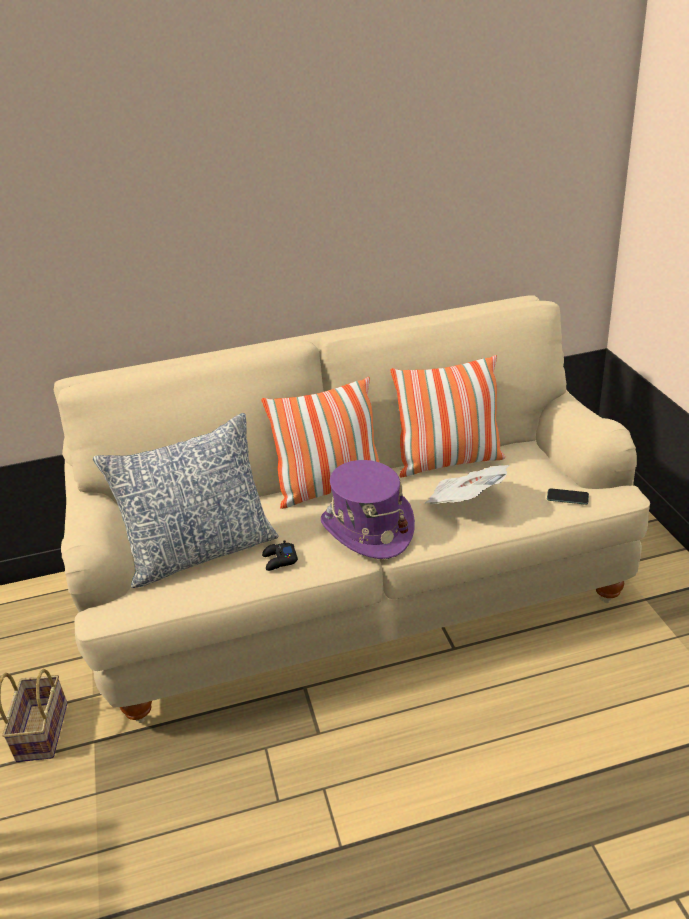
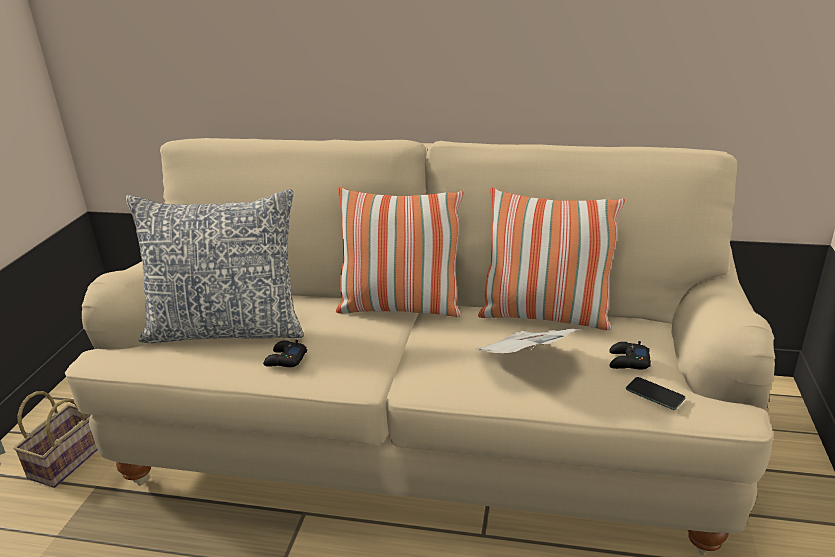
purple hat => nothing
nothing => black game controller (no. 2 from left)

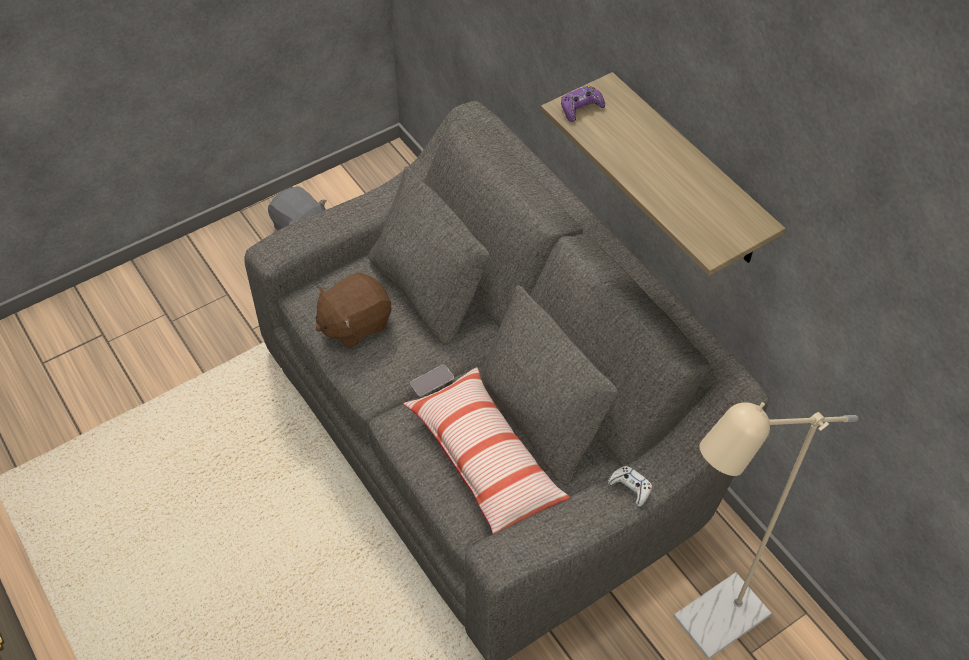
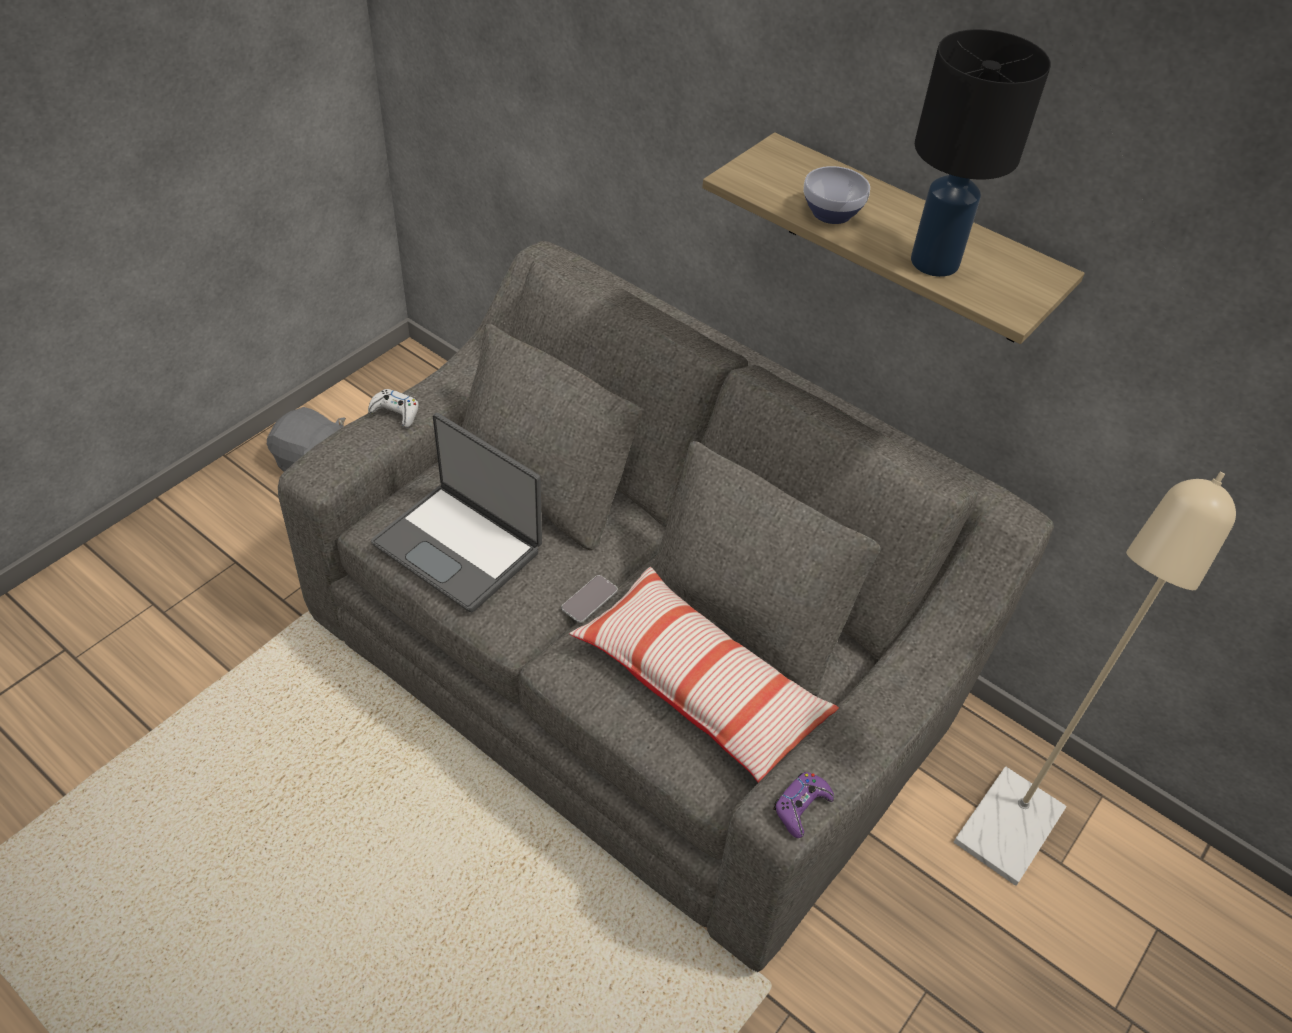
nothing => bowl
nothing => black table lamp
purple game controller, relocated
white game controller, relocated
brown plush toy => laptop

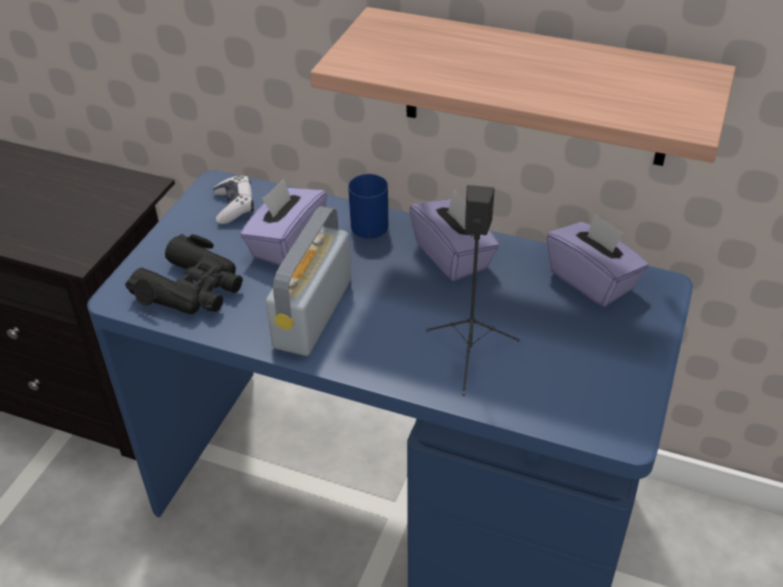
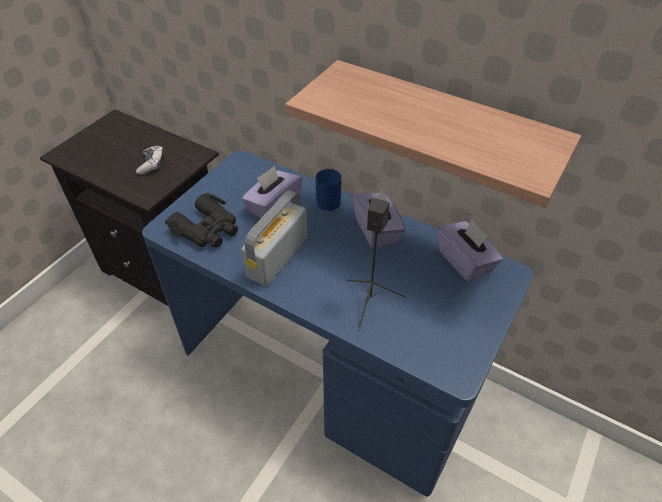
game controller, relocated

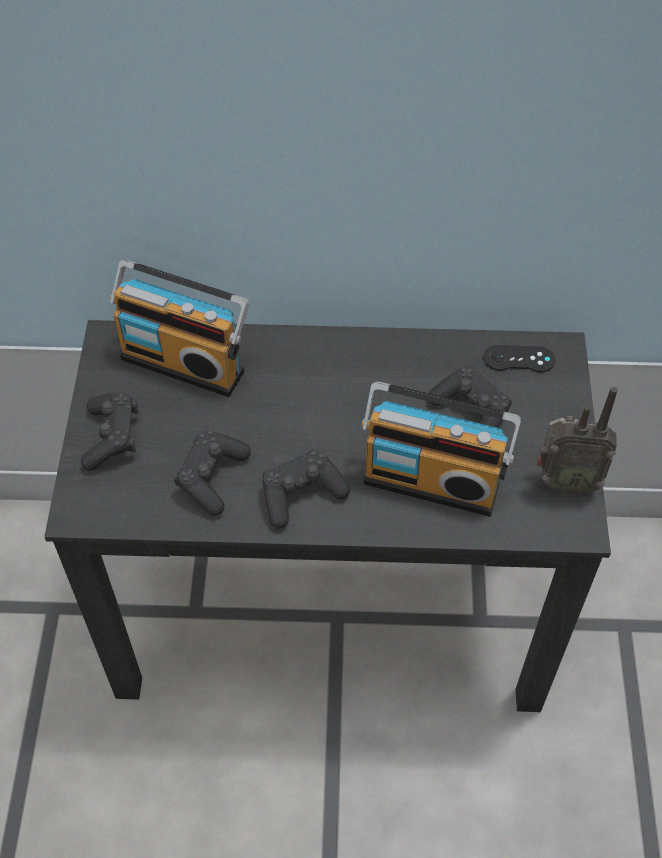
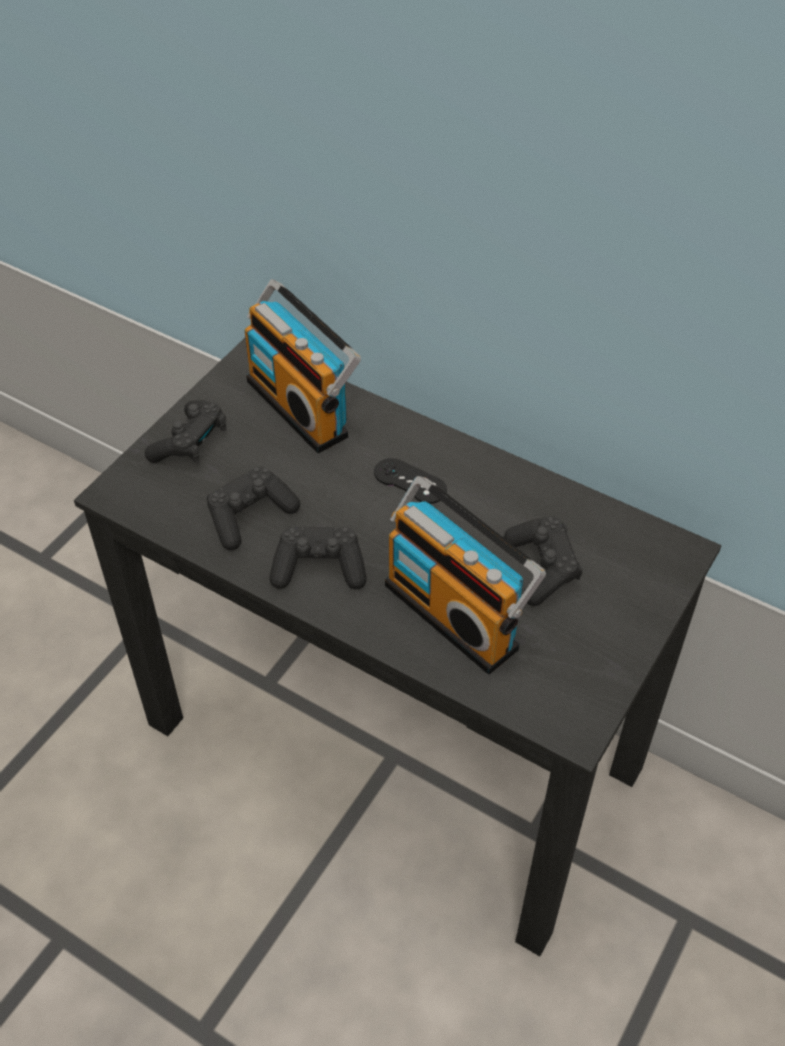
radio (no. 3 from left) => nothing
black game controller (no. 5 from left in the first image) => black game controller (no. 4 from left), relocated

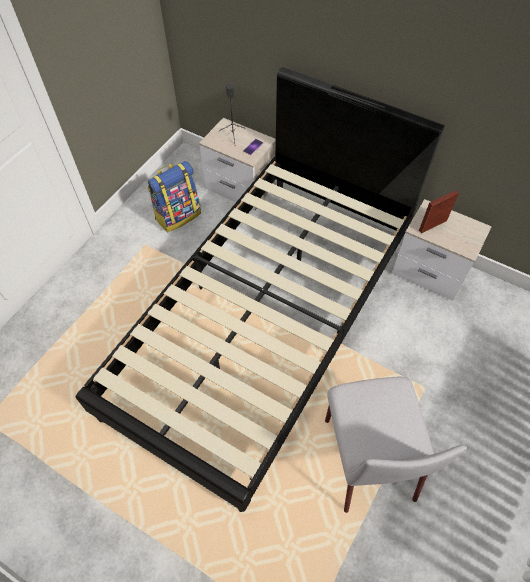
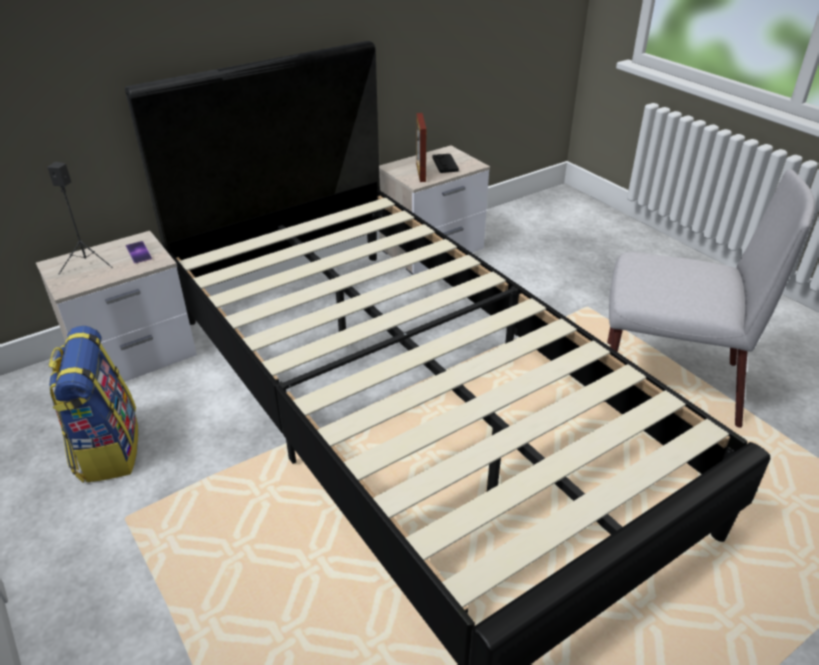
nothing => black game controller

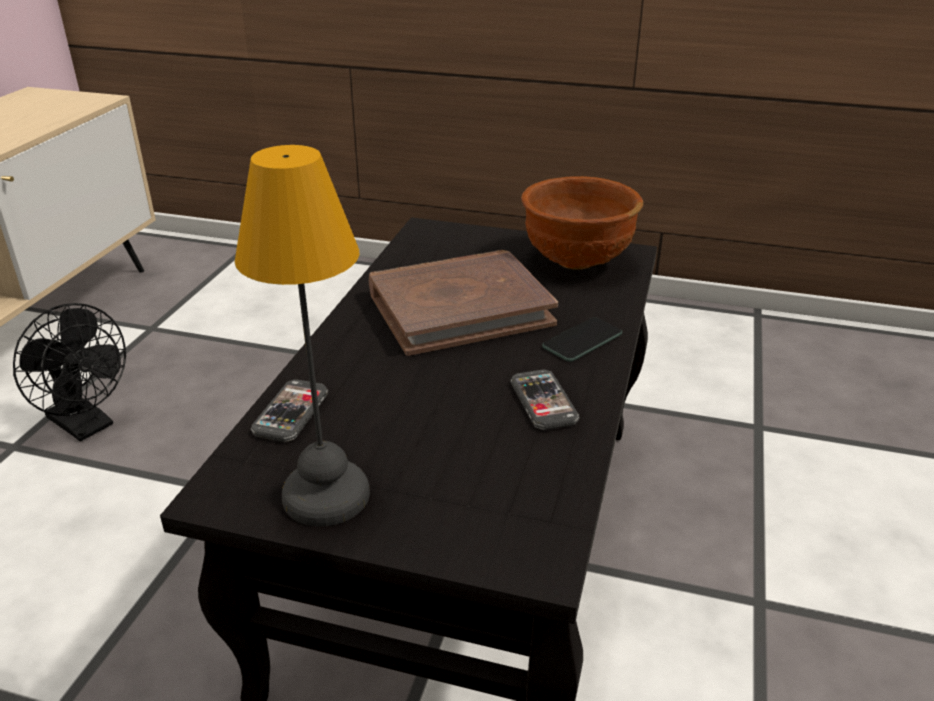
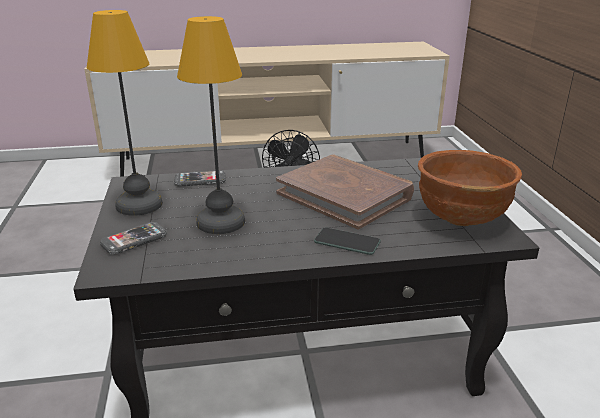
nothing => table lamp (no. 2 from left)
phone (no. 2 from left in the first image) => phone (no. 1 from left), relocated

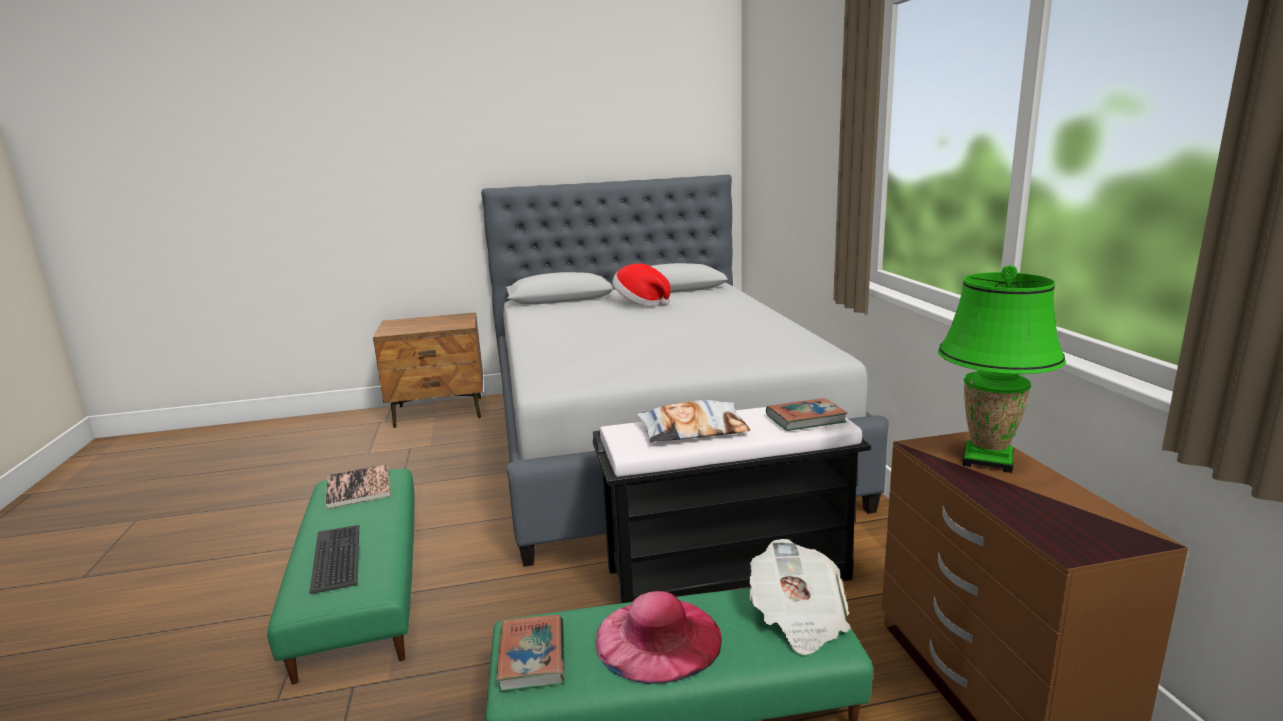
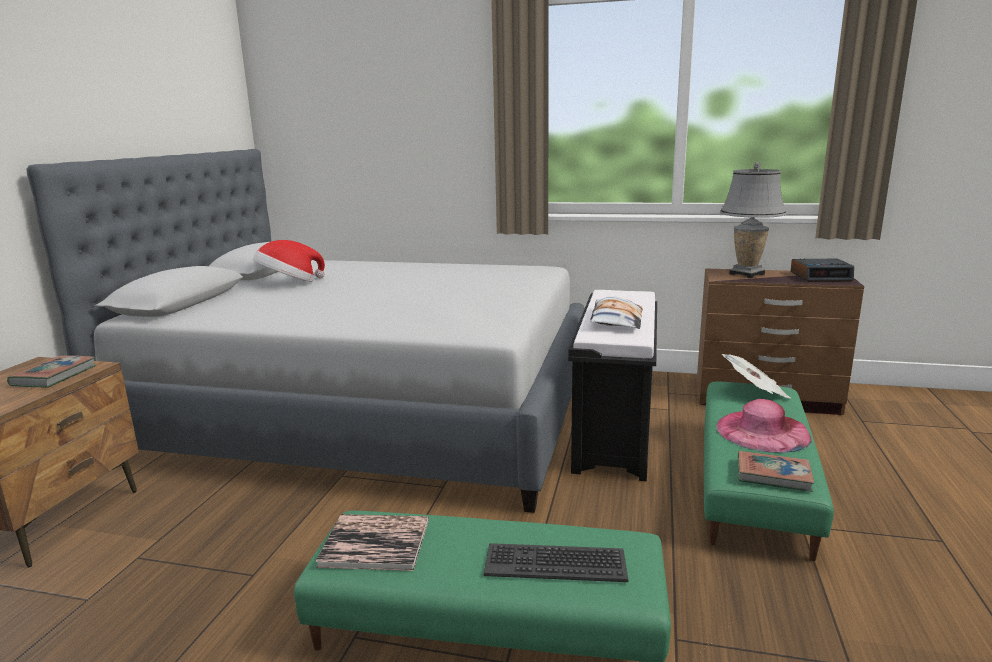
nothing => alarm clock
book (no. 3 from left in the first image) => book (no. 1 from left), relocated
green table lamp => grey table lamp

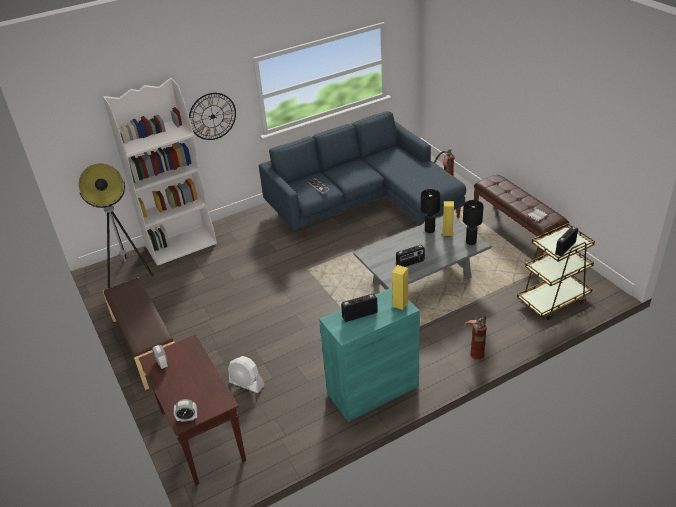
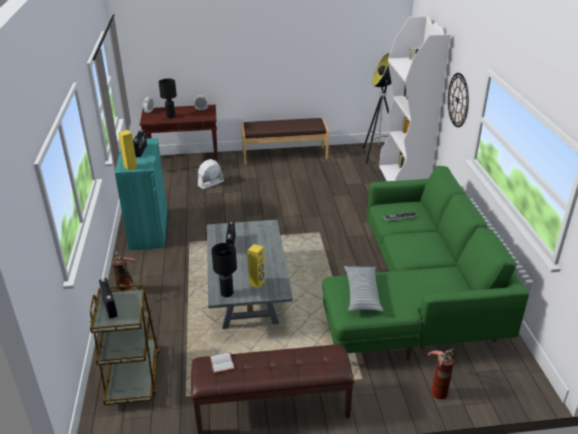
nothing => pillow
black table lamp (no. 1 from left), relocated
blue sofa => green sofa

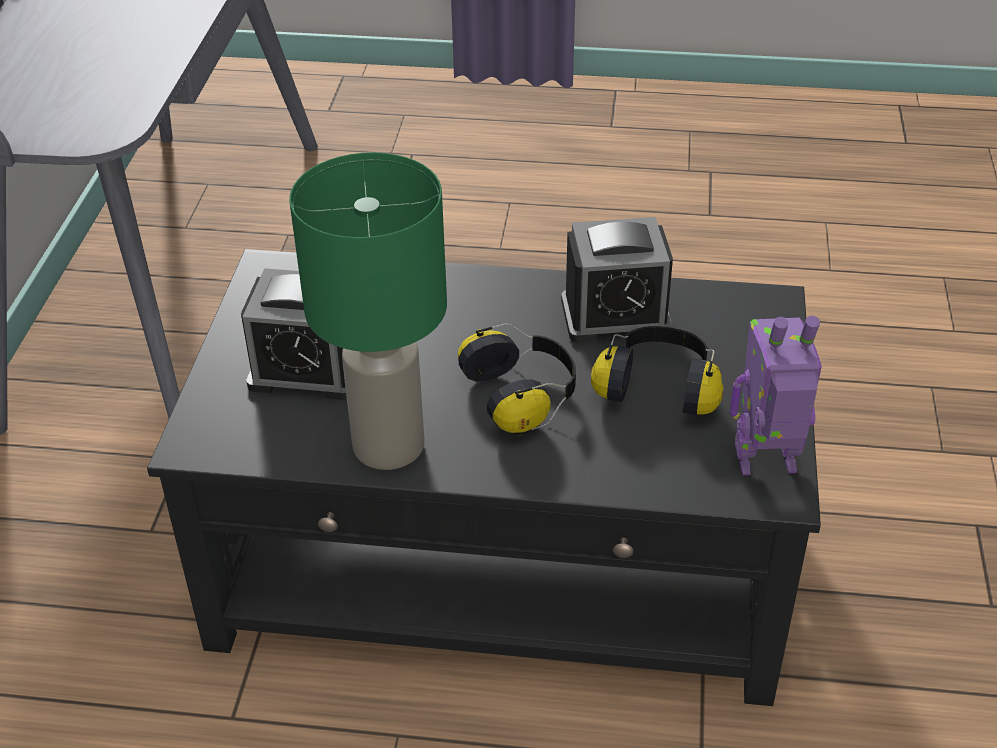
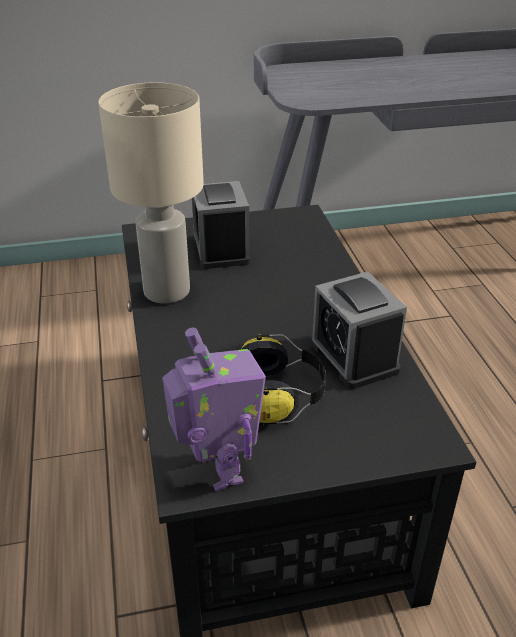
headphones (no. 1 from left) => nothing
green table lamp => beige table lamp

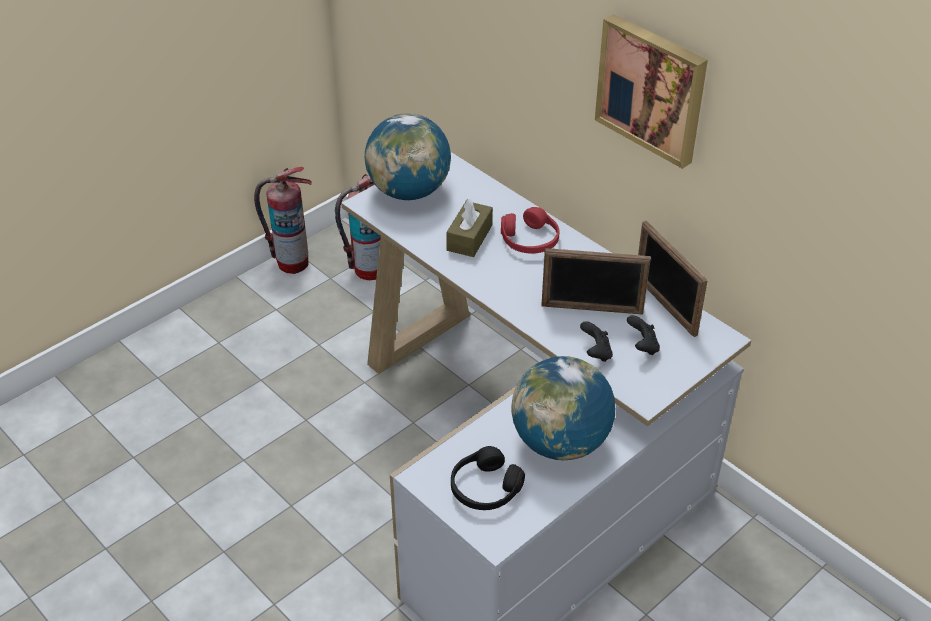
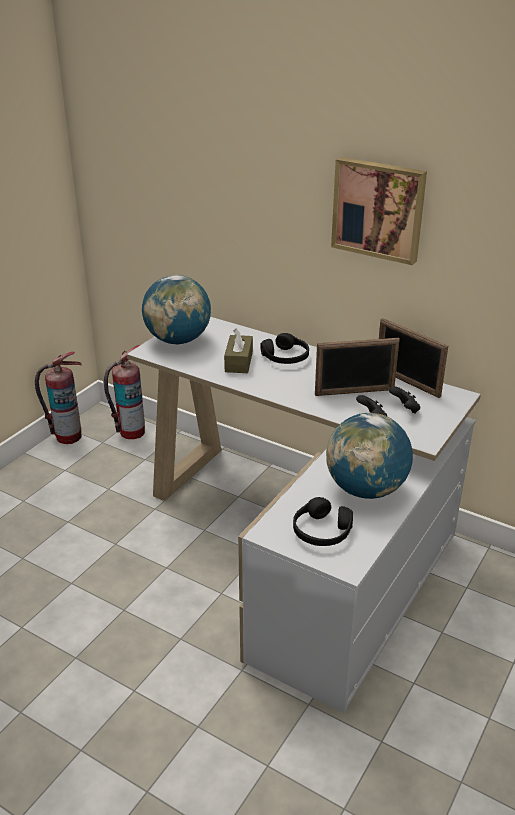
red headphones => black headphones (no. 1 from left)

